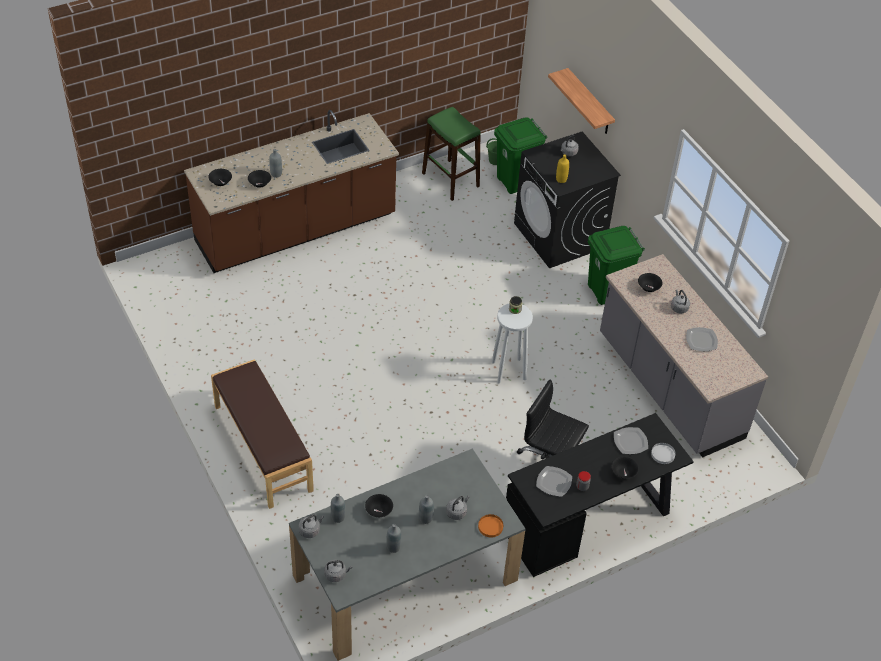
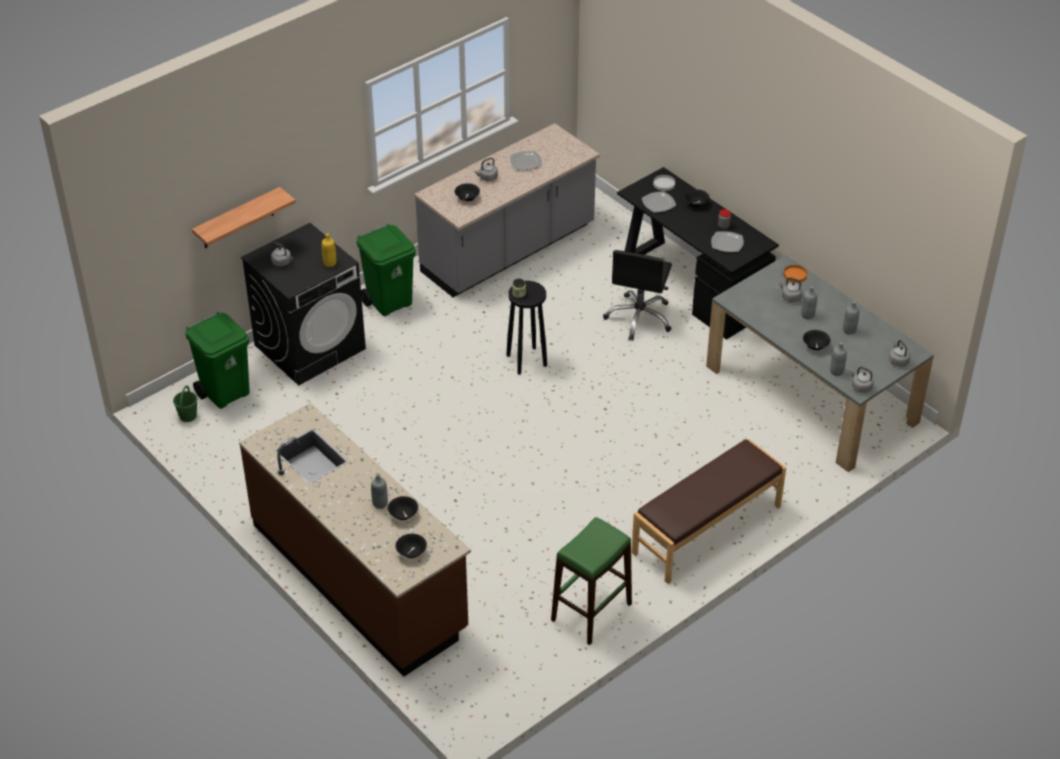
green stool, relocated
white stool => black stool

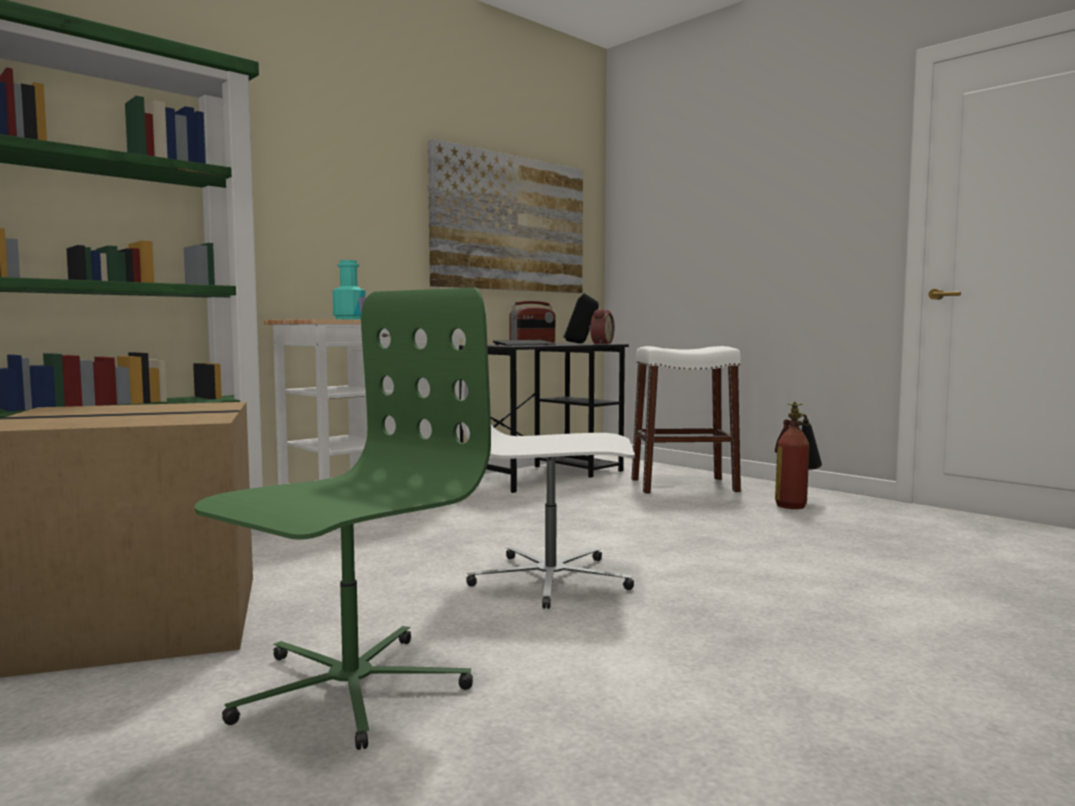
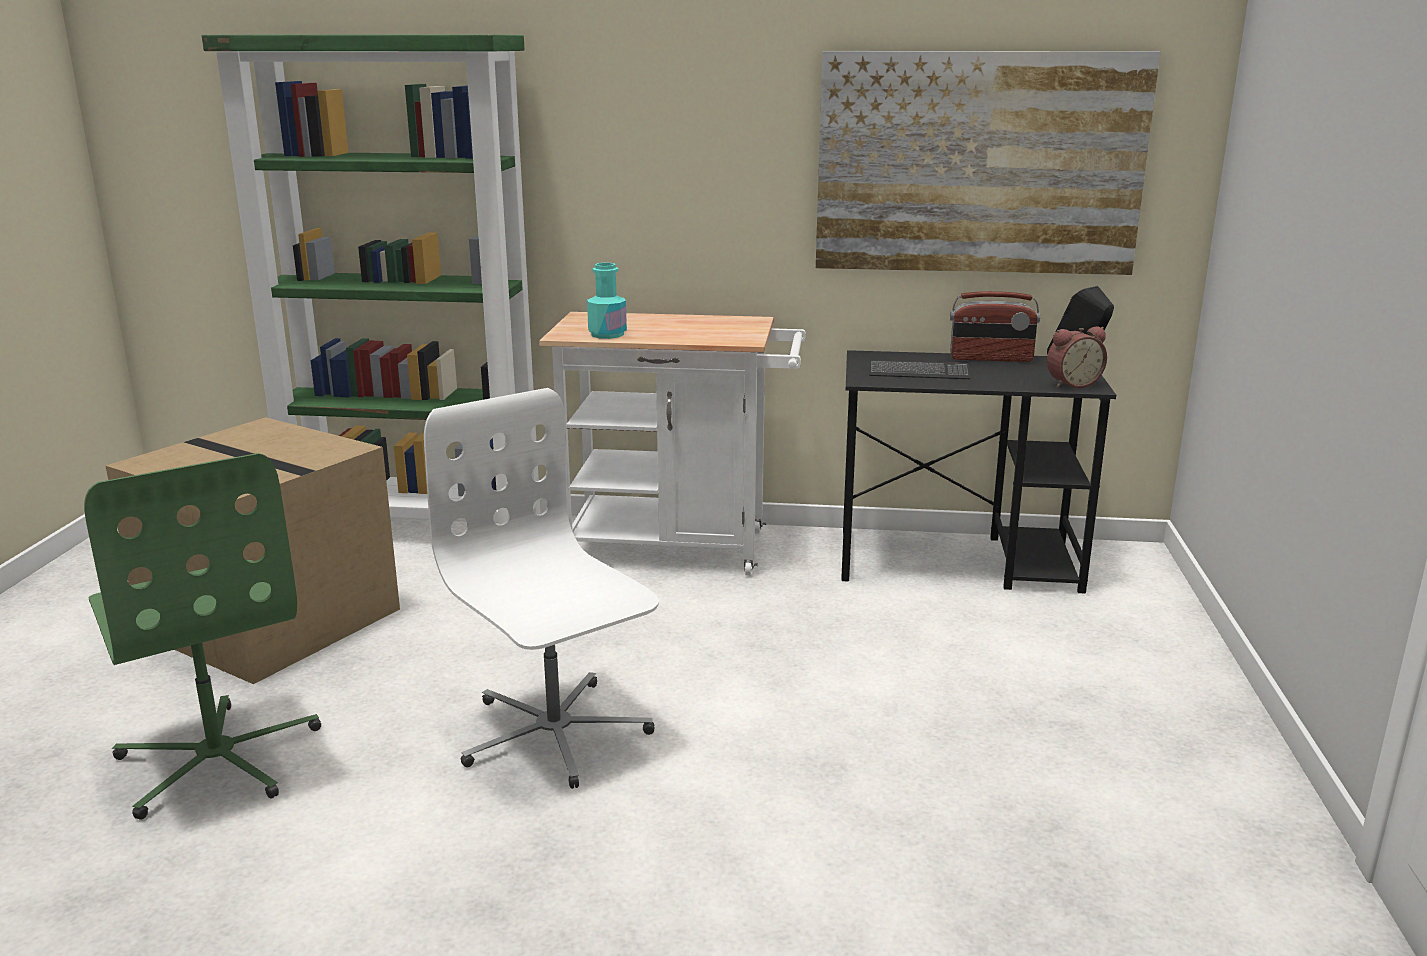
white stool => nothing
fire extinguisher => nothing
green office chair, 60 degrees clockwise

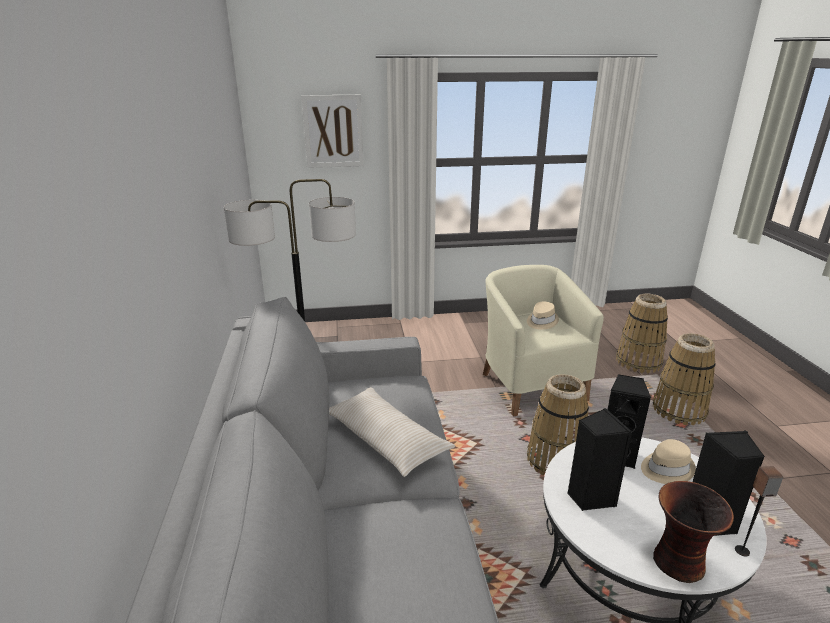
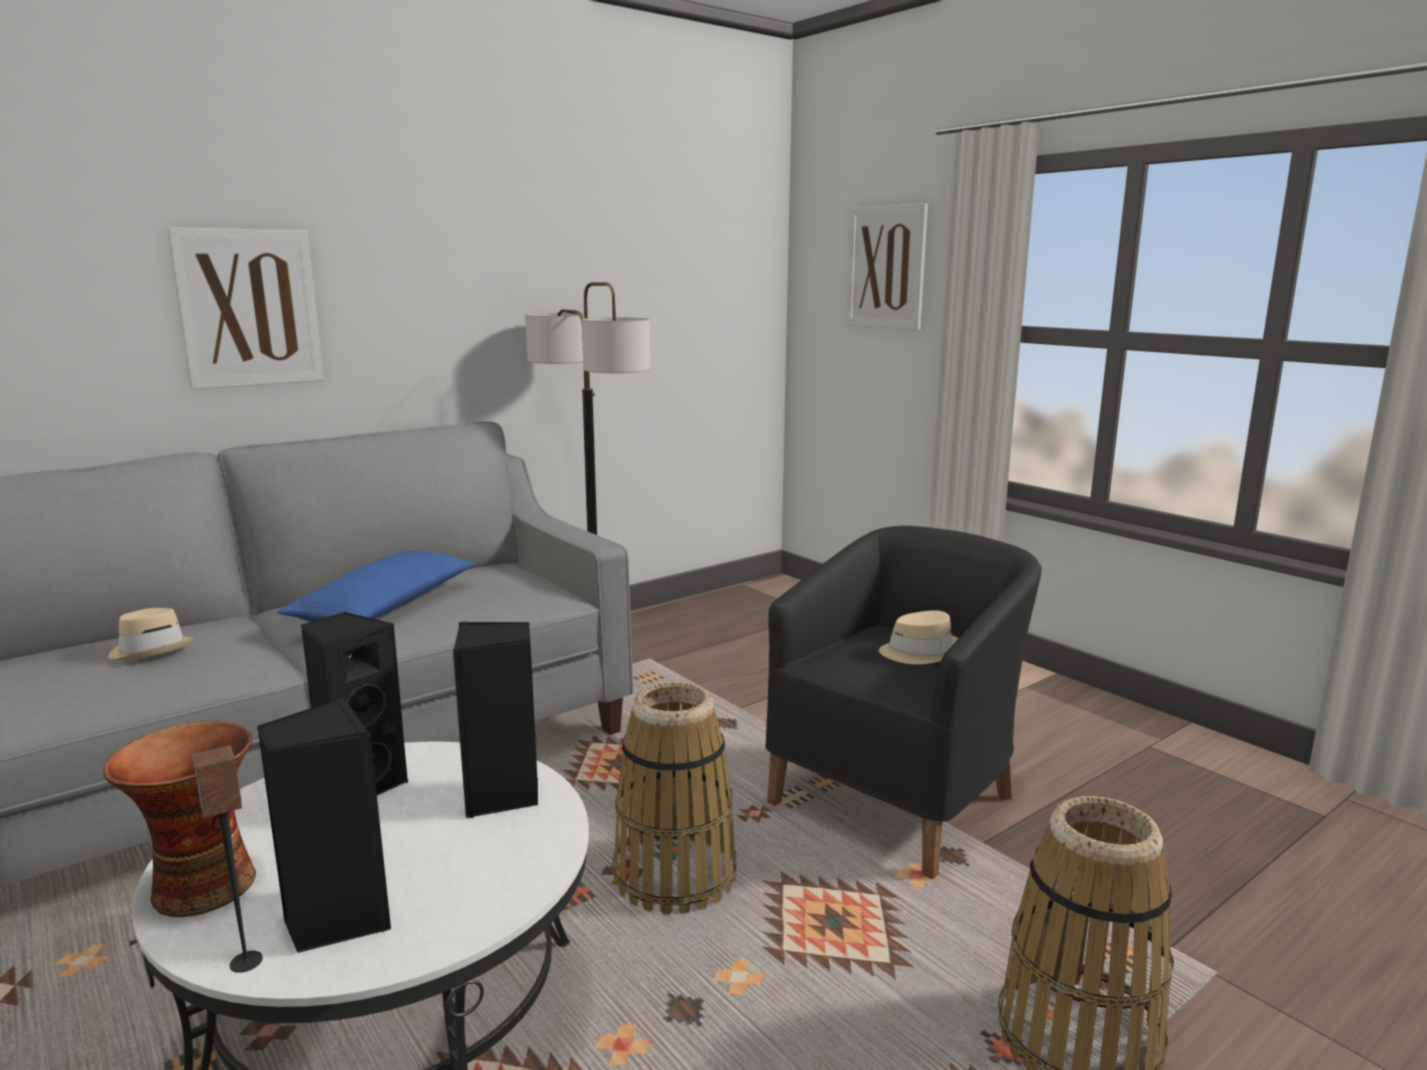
basket (no. 2 from left) => nothing
nothing => picture (no. 1 from left)
beige hat (no. 2 from left in the first image) => beige hat (no. 1 from left), relocated
beige pillow => blue pillow
beige armchair => black armchair

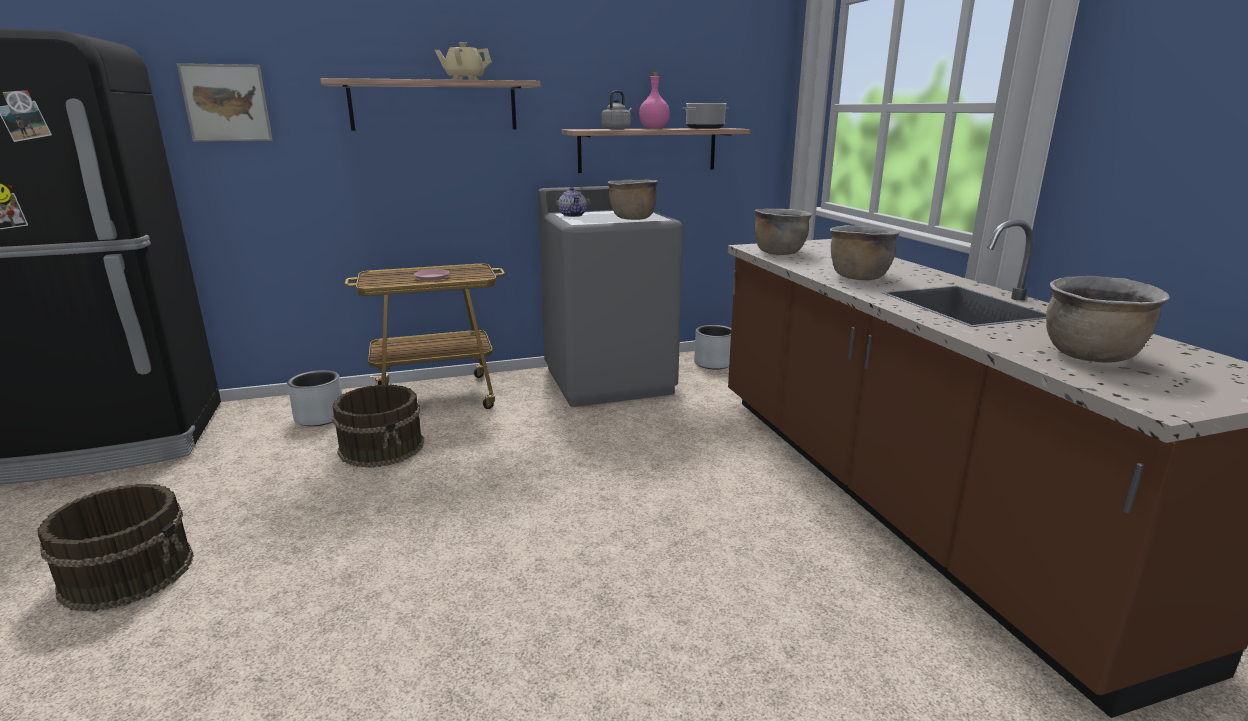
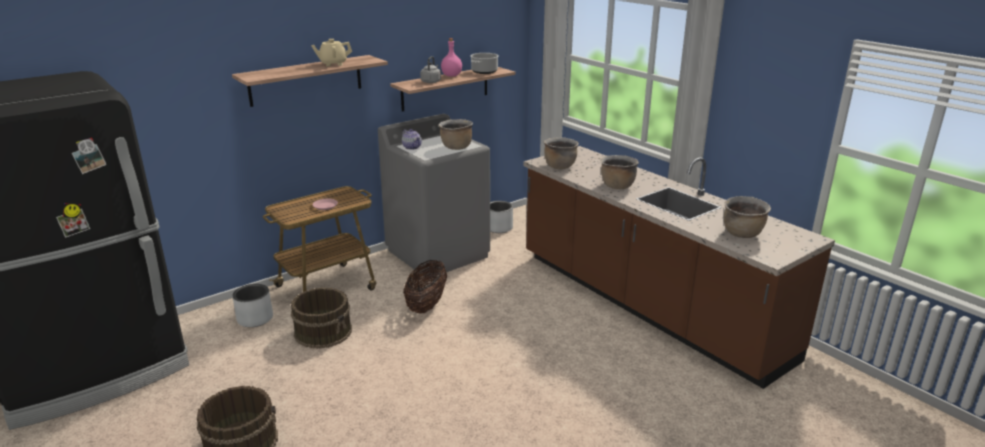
picture => nothing
nothing => basket

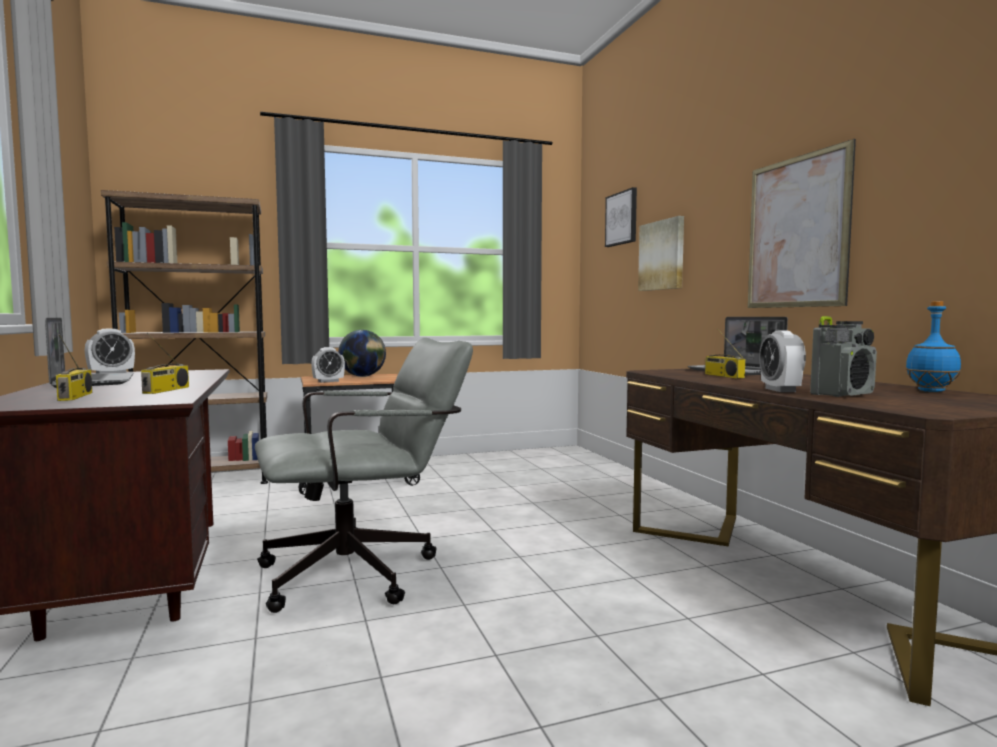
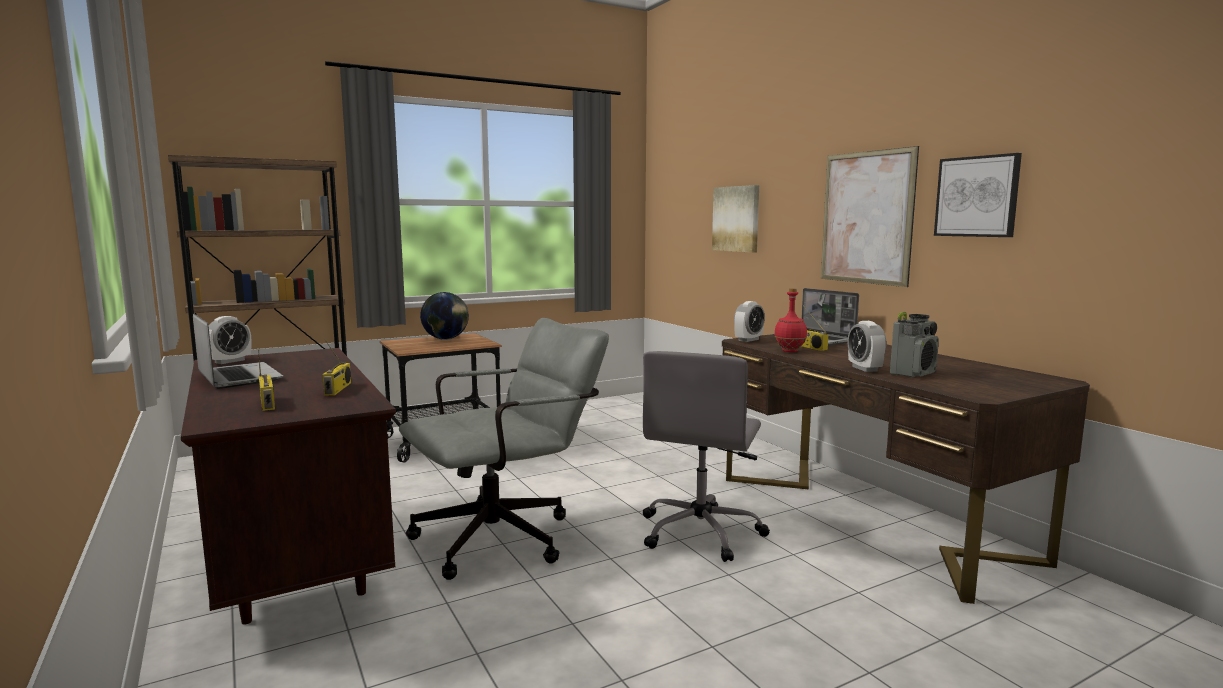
blue bottle => nothing
nothing => grey office chair (no. 2 from left)
nothing => red bottle
alarm clock (no. 2 from left), relocated
picture (no. 1 from left in the first image) => picture (no. 3 from left), relocated

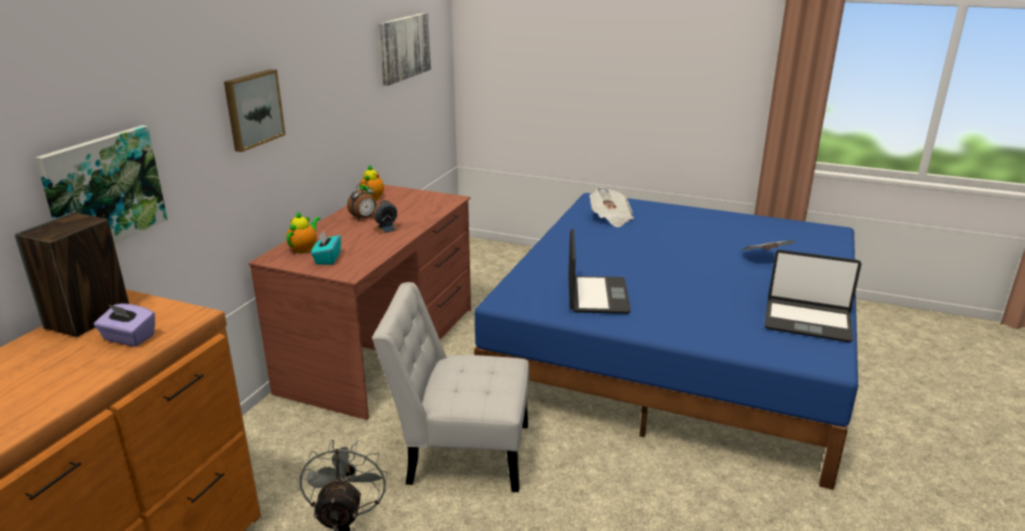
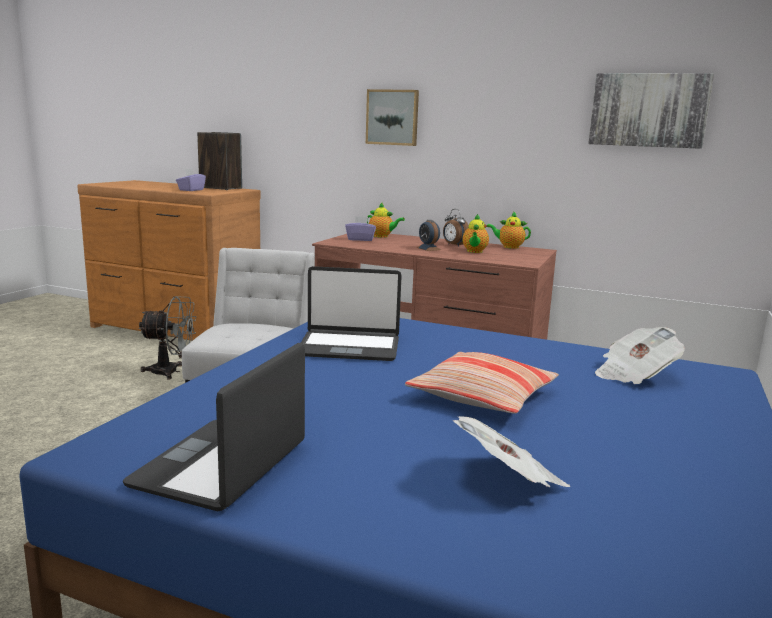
picture (no. 1 from left) => nothing
nothing => pillow
nothing => teapot (no. 2 from left)
turquoise tissue box => purple tissue box (no. 2 from left)

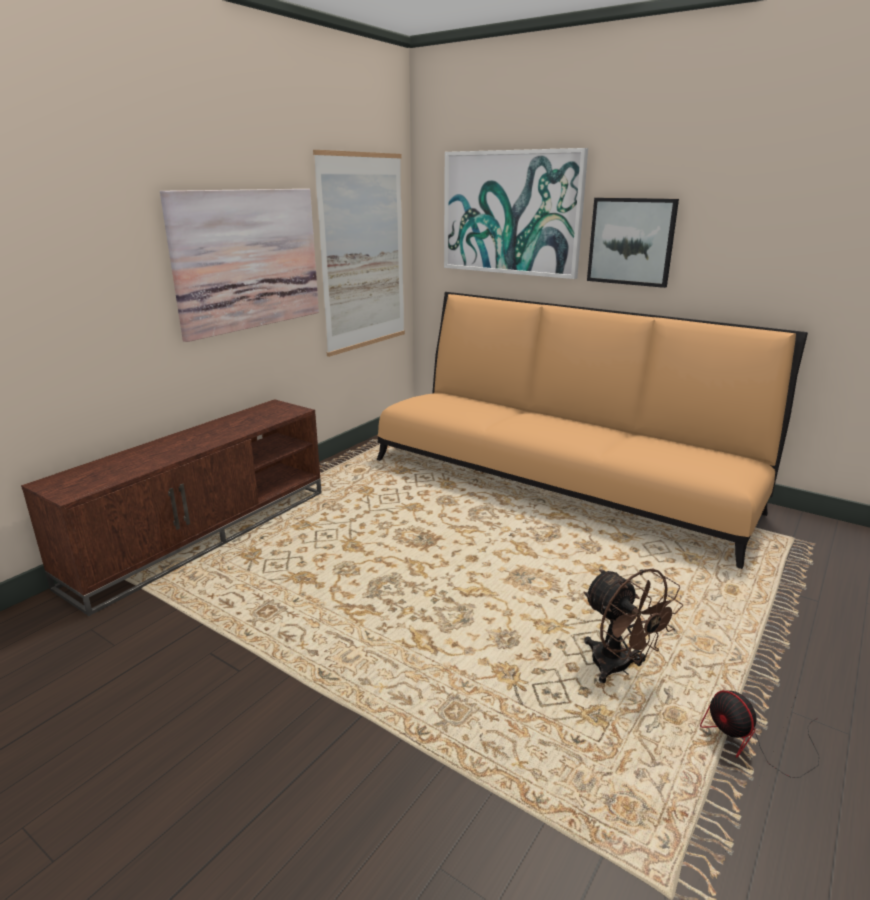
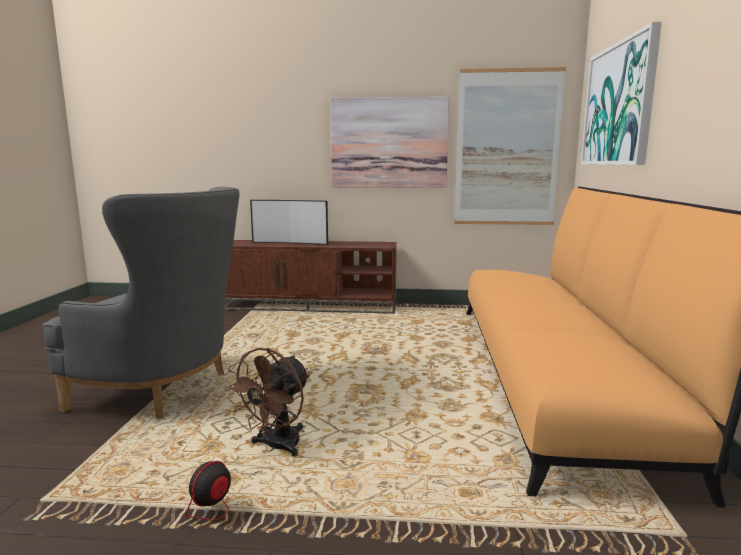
picture (no. 4 from left) => nothing
nothing => grey armchair
nothing => television

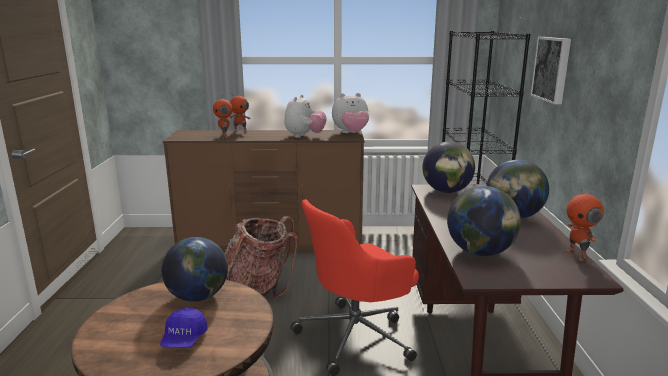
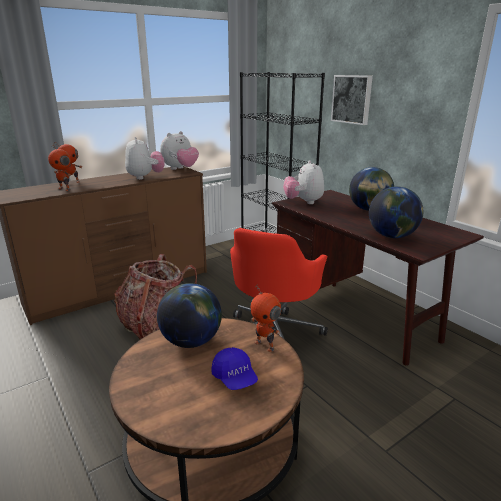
toy robot (no. 3 from left), relocated
globe (no. 2 from left) => plush toy (no. 3 from left)

